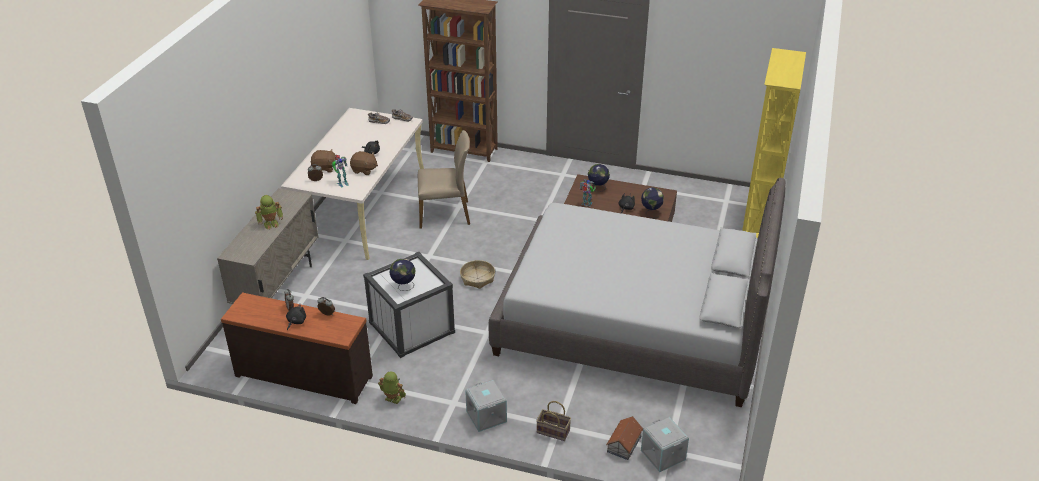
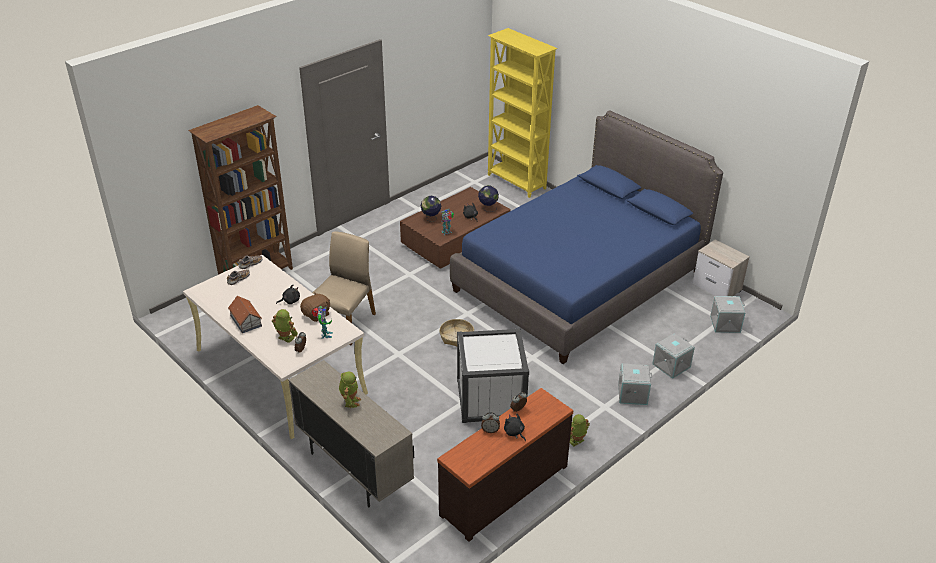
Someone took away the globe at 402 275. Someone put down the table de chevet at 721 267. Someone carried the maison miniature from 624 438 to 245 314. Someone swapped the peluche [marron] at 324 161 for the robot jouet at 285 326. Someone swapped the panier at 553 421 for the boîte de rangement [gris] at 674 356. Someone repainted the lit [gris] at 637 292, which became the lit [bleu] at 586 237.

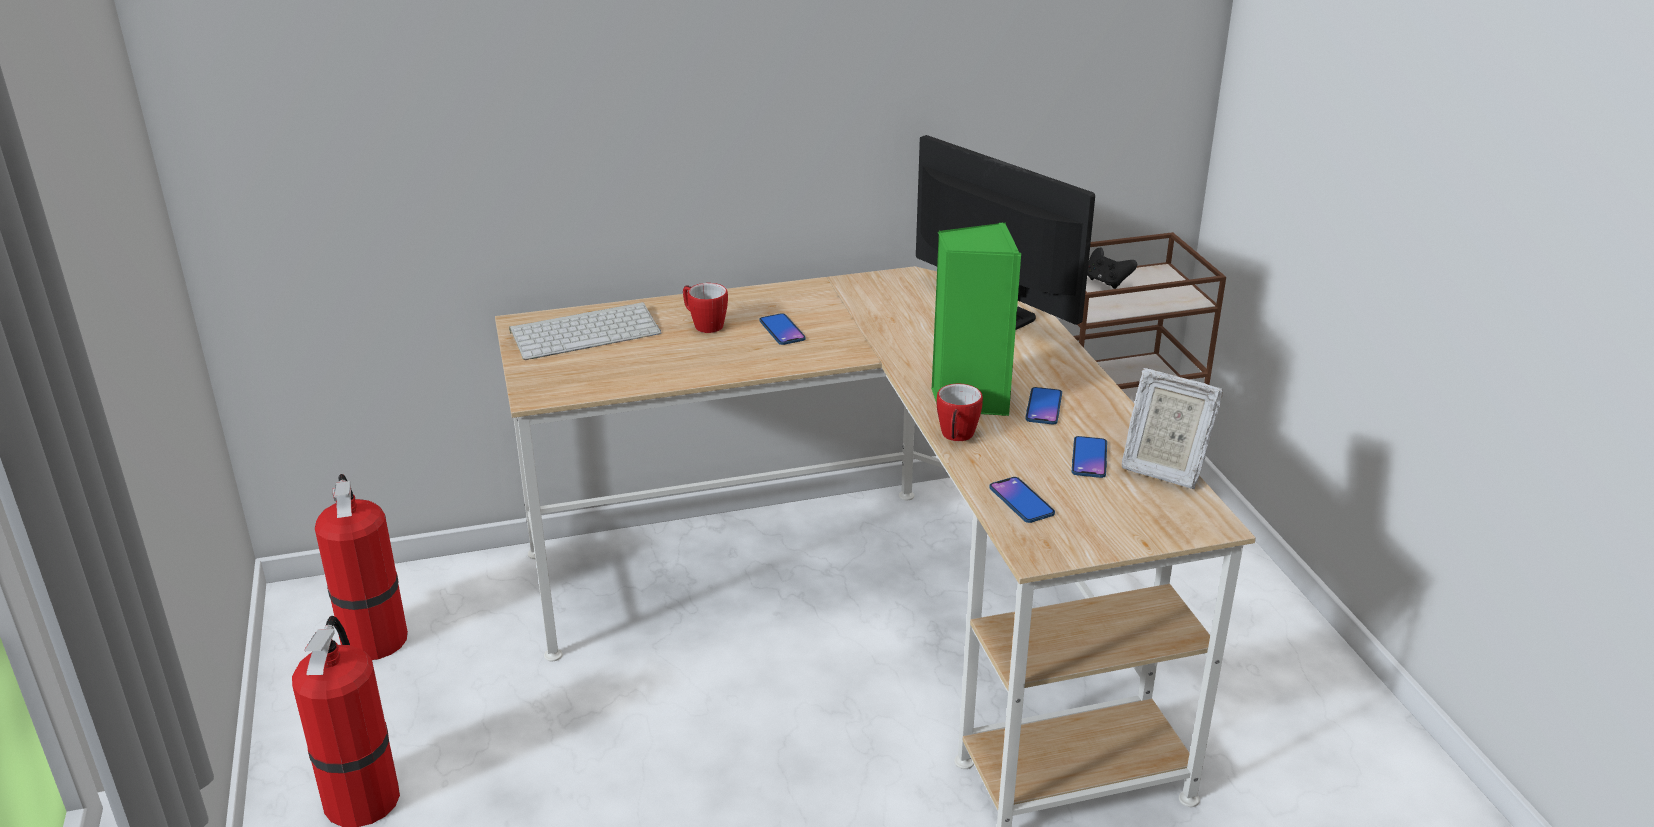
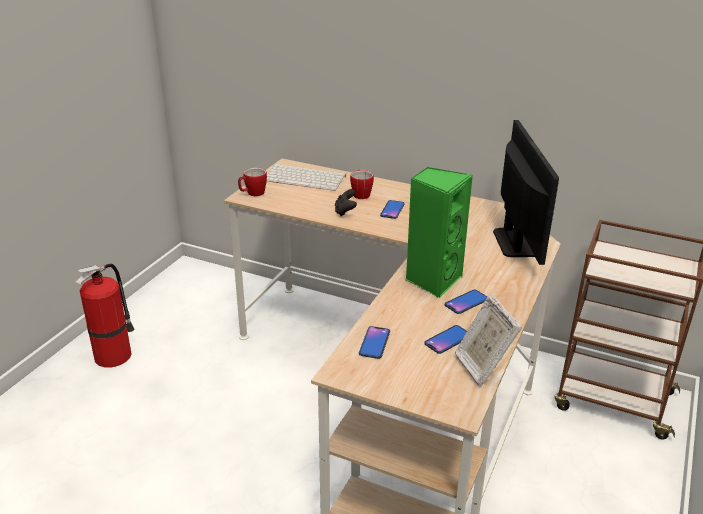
Someone took away the extincteur at 361 567. Someone carried the mug from 959 412 to 252 182. Someone carried the manette [noir] from 1112 268 to 346 202.

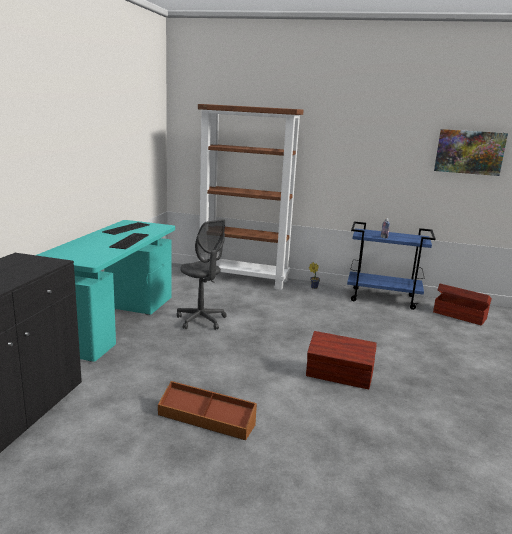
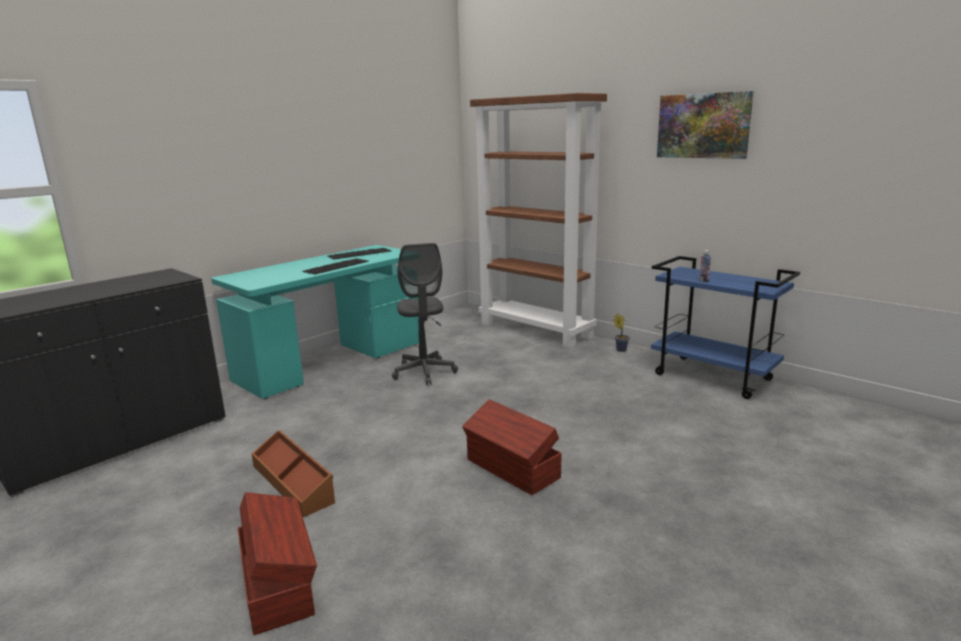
Someone carried the boîte de rangement [marron] from 462 305 to 277 563. Someone carried the tableau from 471 152 to 705 125.

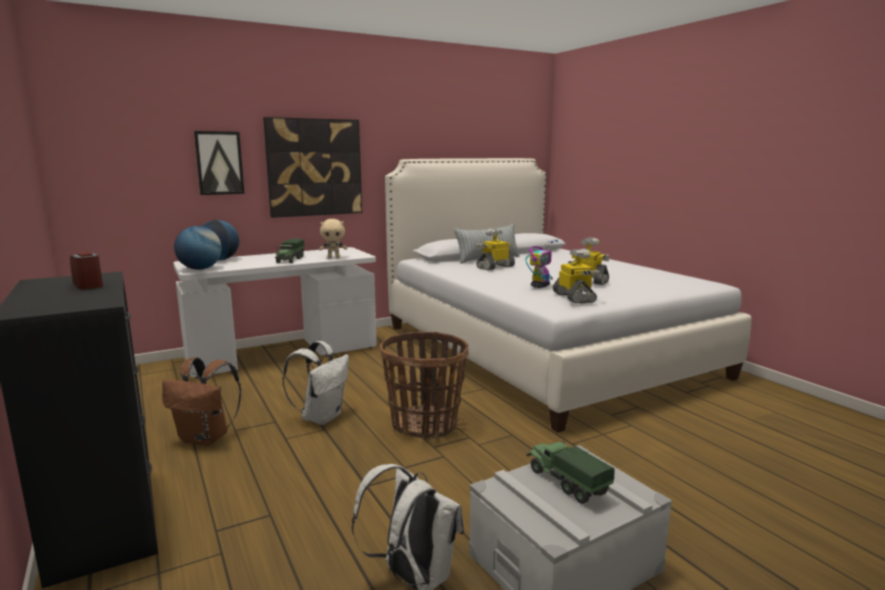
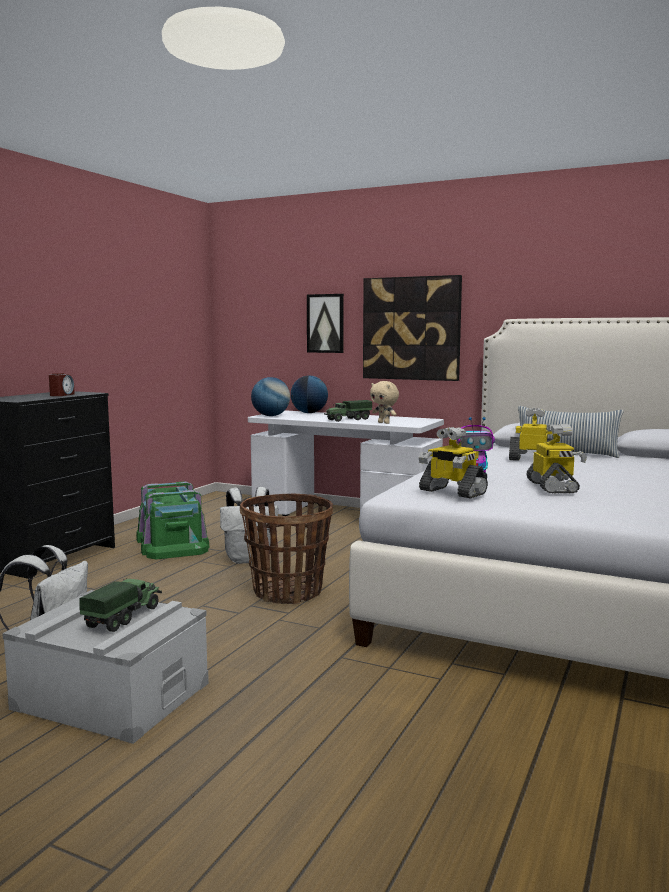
Someone swapped the sac à dos [marron] at 201 401 for the boîte de rangement [vert] at 172 520. Someone rotated the robot jouet at 577 276 by 90 degrees clockwise.

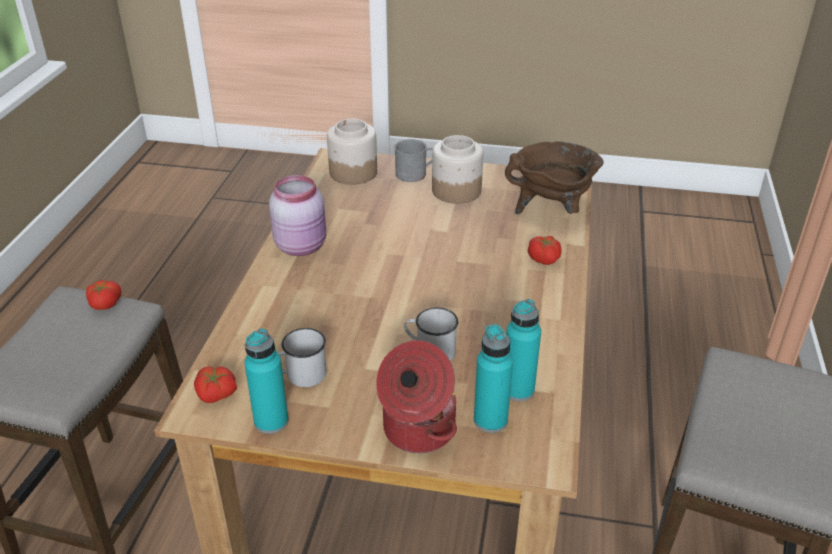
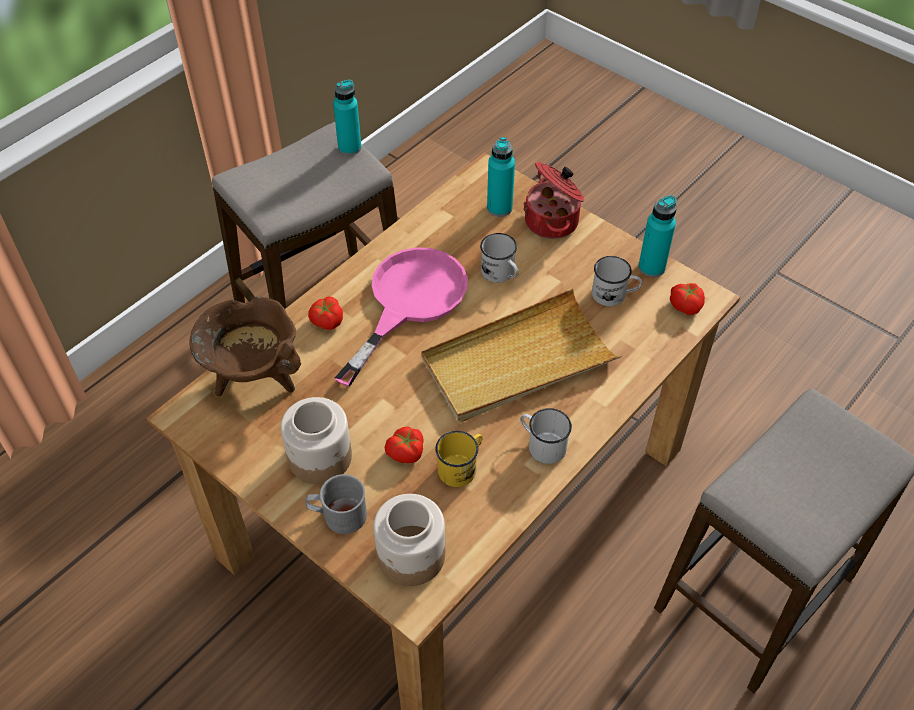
Someone put down the poêle [rose] at 401 317. Someone put down the plateau [beige] at 521 355. Someone put down the mug [jaune] at 459 459. Someone carried the tomate from 103 295 to 404 444. Someone carried the bouteille [turquoise] from 523 350 to 347 117. Someone swapped the bocal [rose] at 297 215 for the mug [blanc] at 546 436.

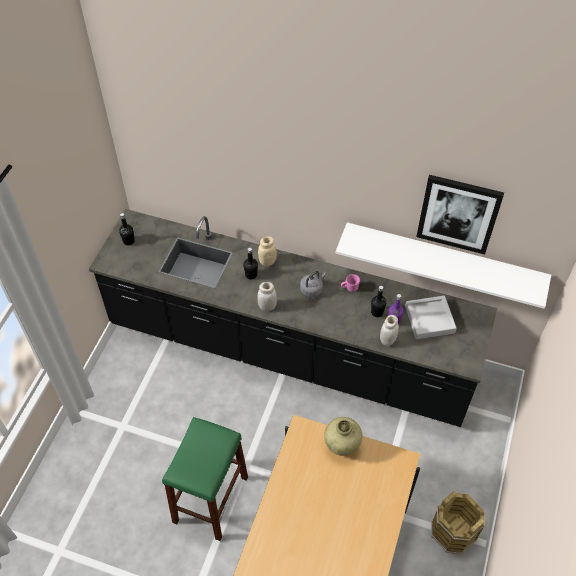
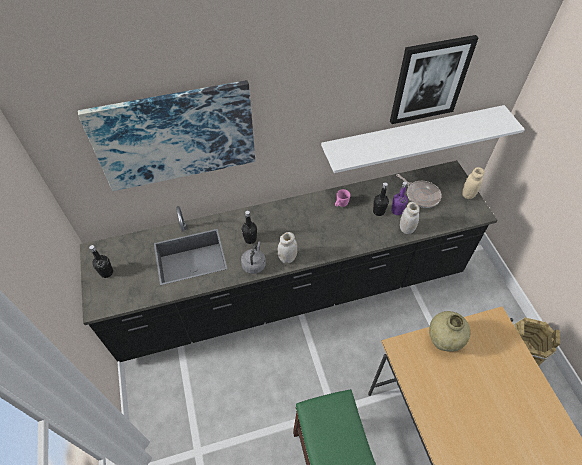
Someone put up the tableau at 166 135. Someone carried the bocal [beige] from 267 251 to 473 183. Someone carried the bouilloire [gris] from 313 284 to 253 257. Someone swapped the plateau [gris] at 430 317 for the poêle at 419 191.

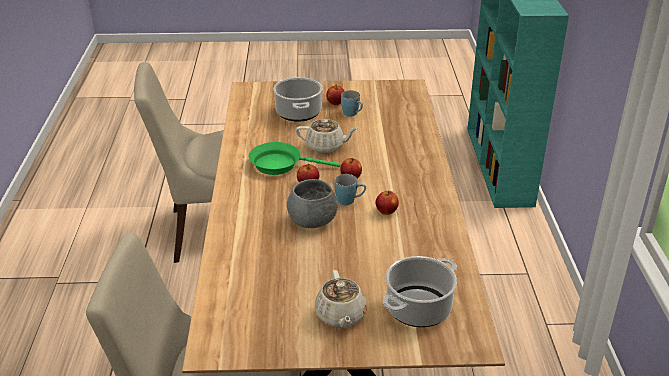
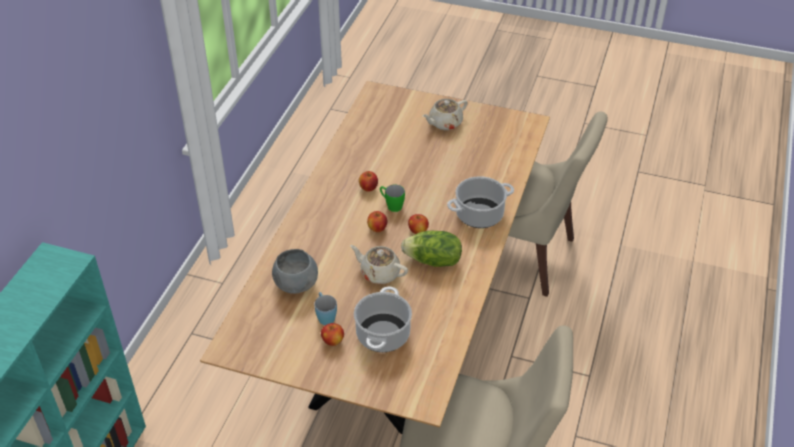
Someone carried the bol [gris] from 312 203 to 295 271. Someone carried the marmite from 420 291 to 480 202. Someone swapped the poêle [vert] at 294 158 for the laitue at 431 249. Someone repainted the mug [bleu] at 350 189, which became the mug [vert] at 392 198. Someone rotated the théière [beige] at 341 299 by 135 degrees counterclockwise.

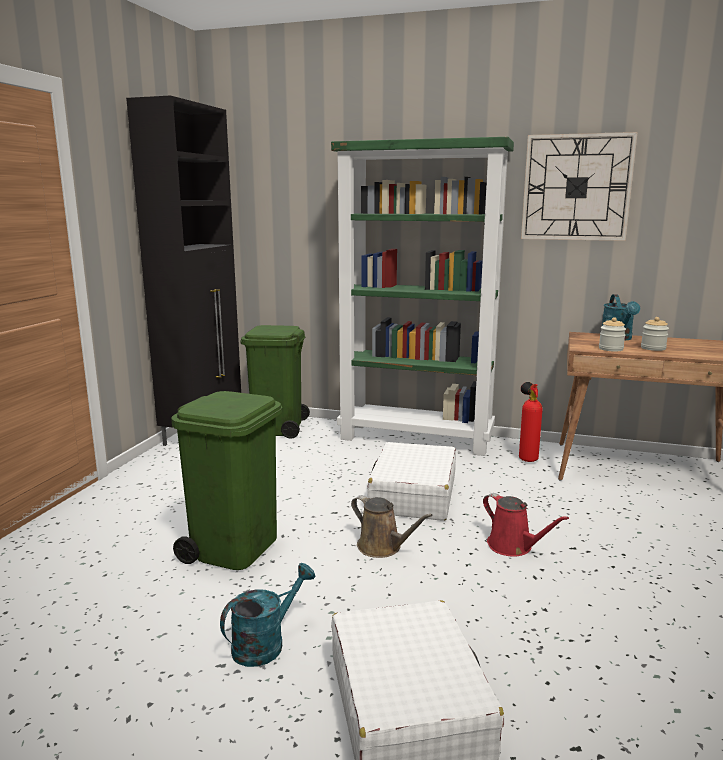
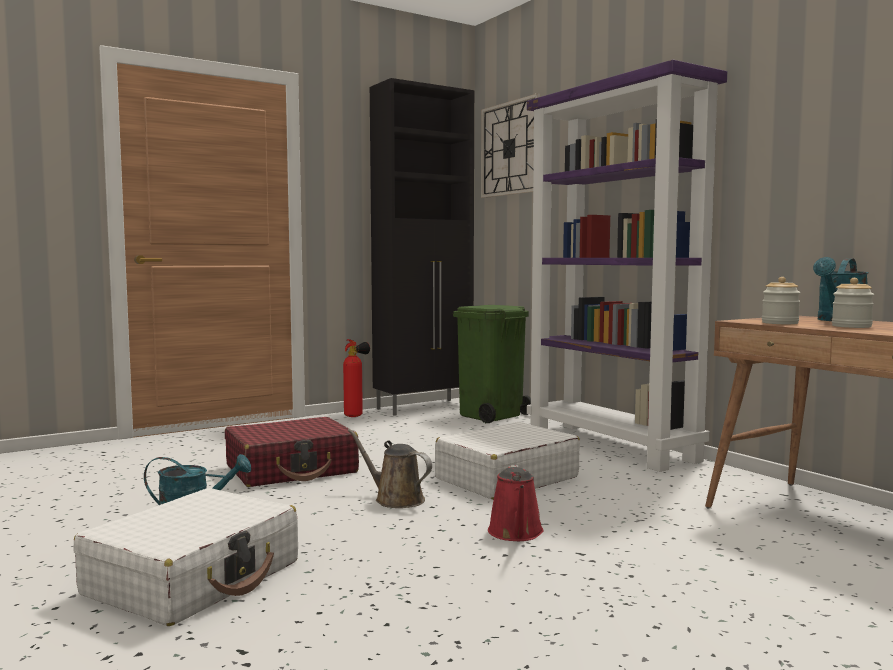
Someone carried the extincteur from 530 422 to 356 378. Someone carried the horloge murale from 579 186 to 511 145. Someone swapped the poubelle [vert] at 226 480 for the valise [rouge] at 292 452. Someone repainted the bibliothèque [vert] at 422 296, which became the bibliothèque [violet] at 627 266. Someone rotated the arrosoir [marron] at 392 526 by 135 degrees clockwise.

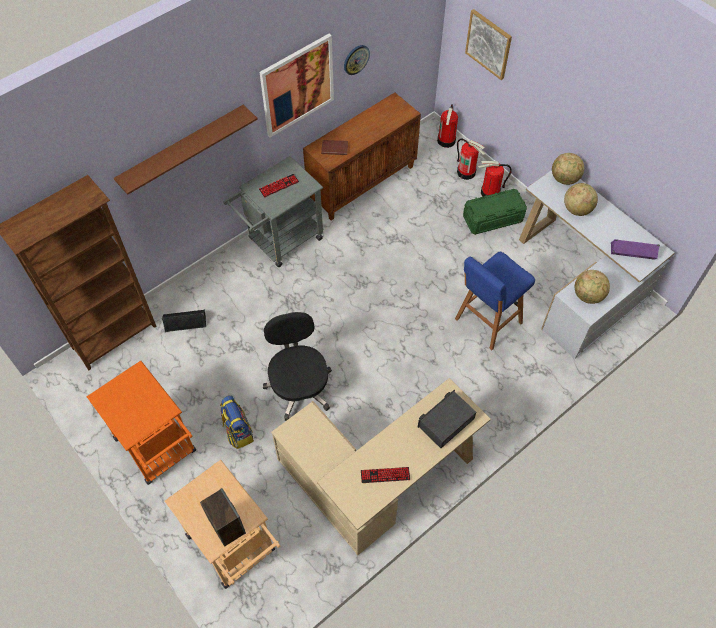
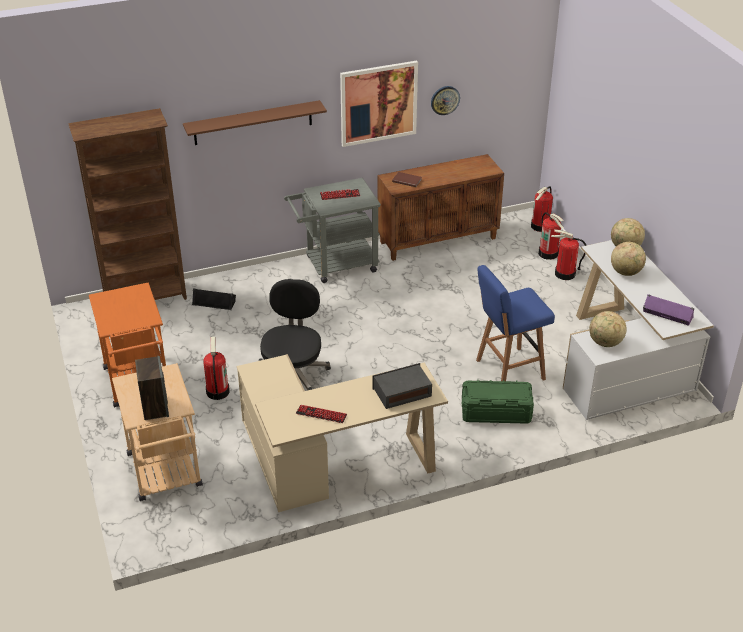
Someone took away the tableau at 488 44. Someone carried the boîte de rangement [vert] from 495 212 to 498 402. Someone swapped the sac à dos at 237 422 for the extincteur at 217 368.

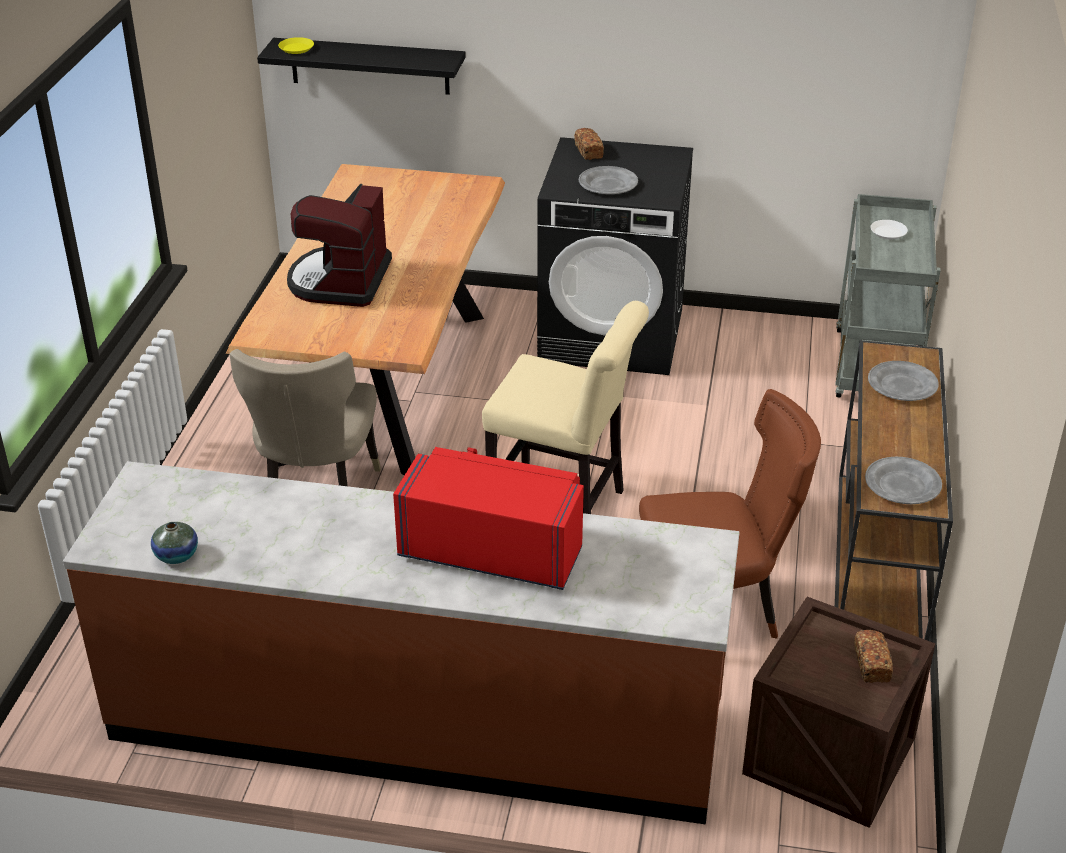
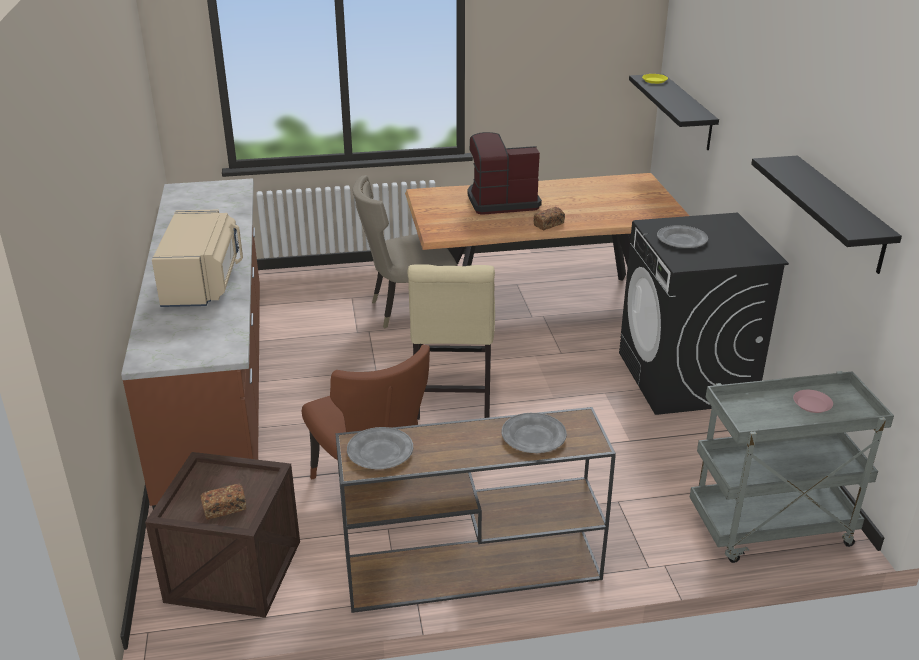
Someone took away the vase at 174 543. Someone put up the étagère [noir] at 826 215. Someone carried the pain from 589 144 to 549 218. Someone repainted the micro-ondes [rouge] at 488 518, which became the micro-ondes [beige] at 197 258. Someone repainted the assiette [blanc] at 889 230, which became the assiette [rose] at 813 401.

